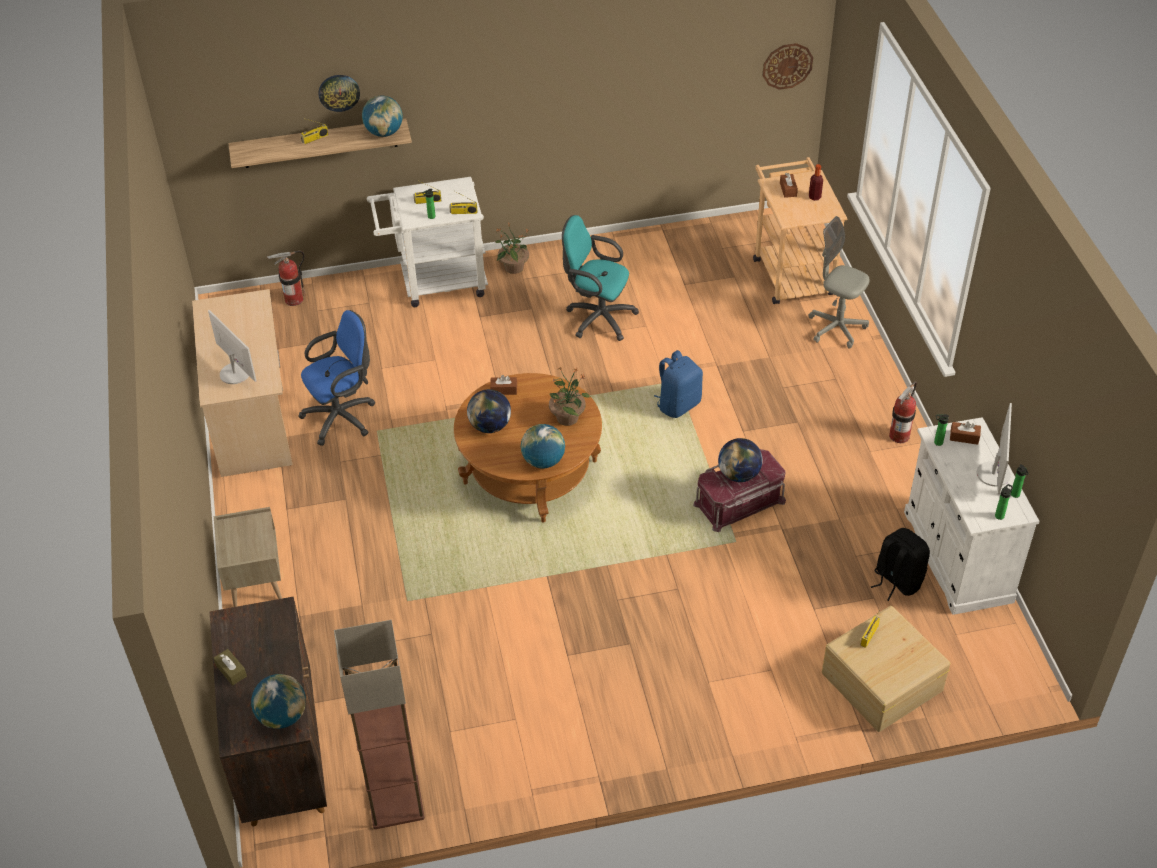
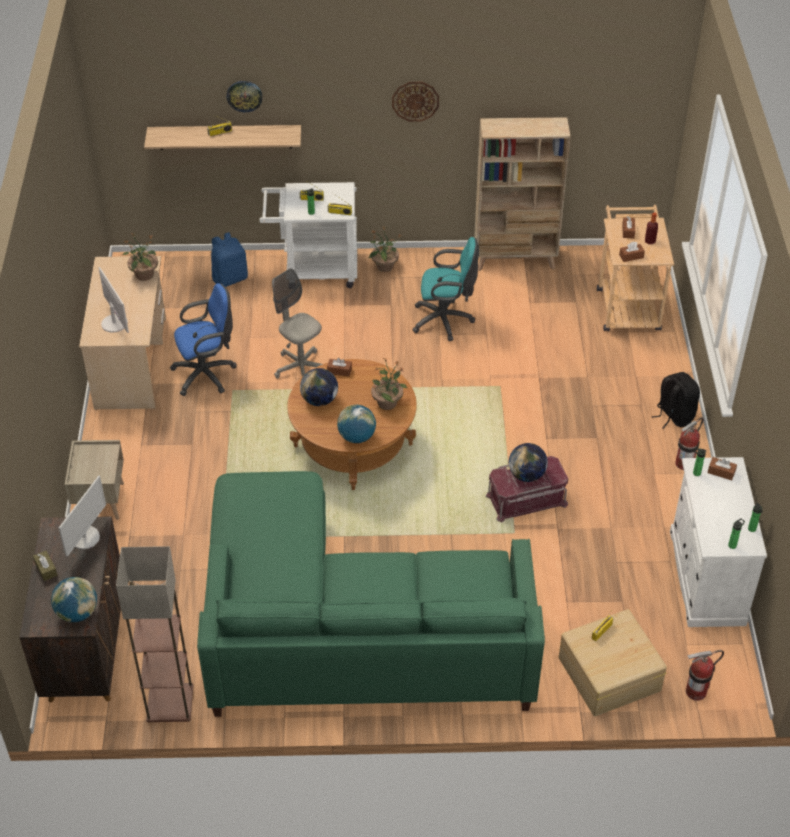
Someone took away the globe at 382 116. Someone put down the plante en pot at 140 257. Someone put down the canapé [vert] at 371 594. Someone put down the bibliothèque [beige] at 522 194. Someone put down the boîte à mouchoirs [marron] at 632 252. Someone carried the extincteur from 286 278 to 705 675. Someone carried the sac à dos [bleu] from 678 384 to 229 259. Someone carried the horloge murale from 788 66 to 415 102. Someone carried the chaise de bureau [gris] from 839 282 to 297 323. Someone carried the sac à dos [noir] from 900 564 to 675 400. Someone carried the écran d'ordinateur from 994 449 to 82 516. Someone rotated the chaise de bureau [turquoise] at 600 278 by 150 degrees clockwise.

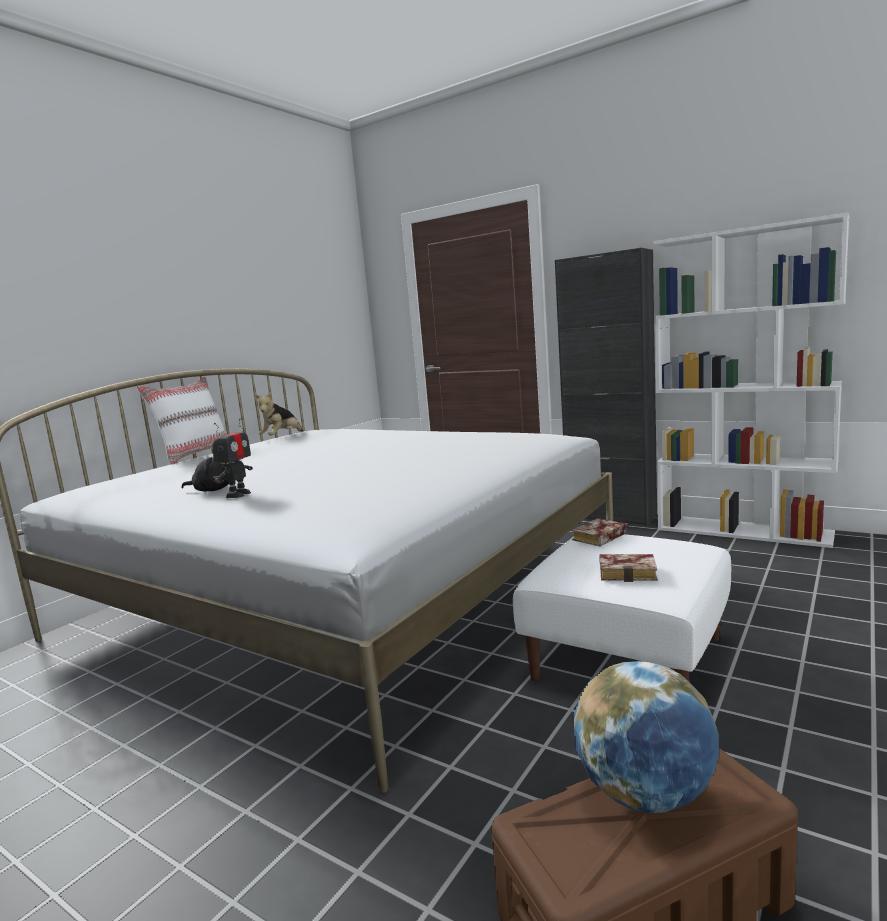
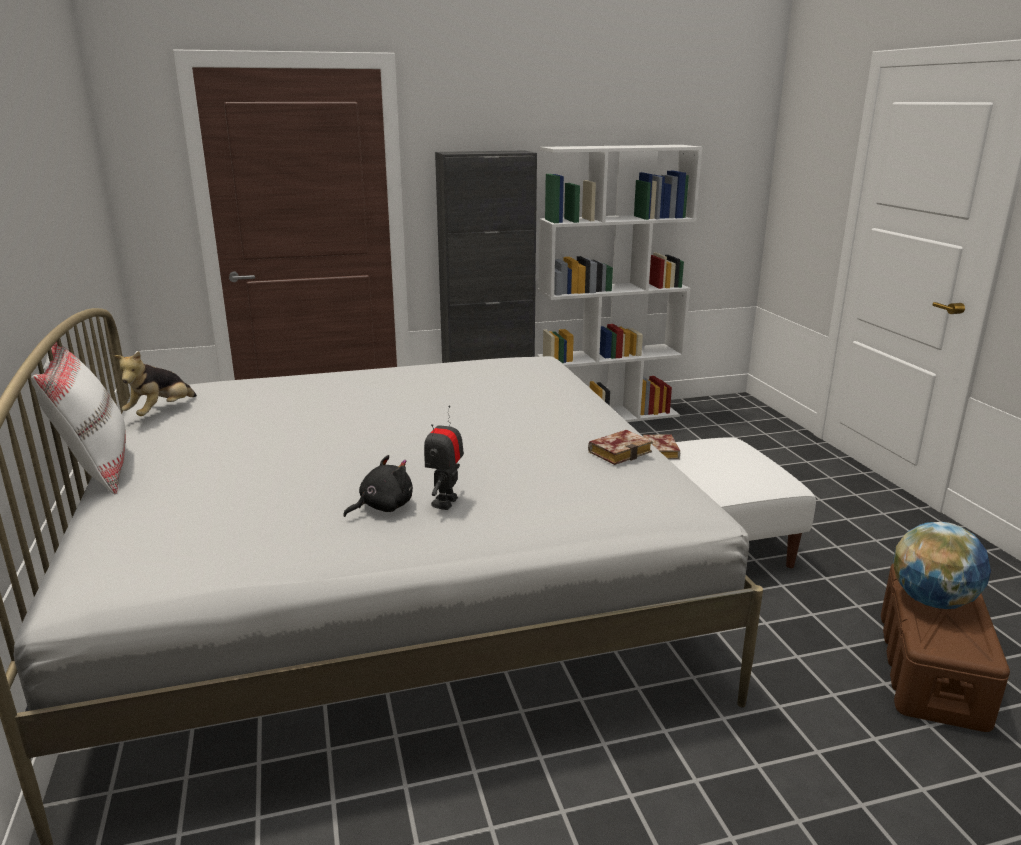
Someone carried the livre from 628 568 to 620 447. Someone rotated the robot jouet at 233 458 by 135 degrees counterclockwise. Someone rotated the peluche at 279 414 by 45 degrees clockwise.

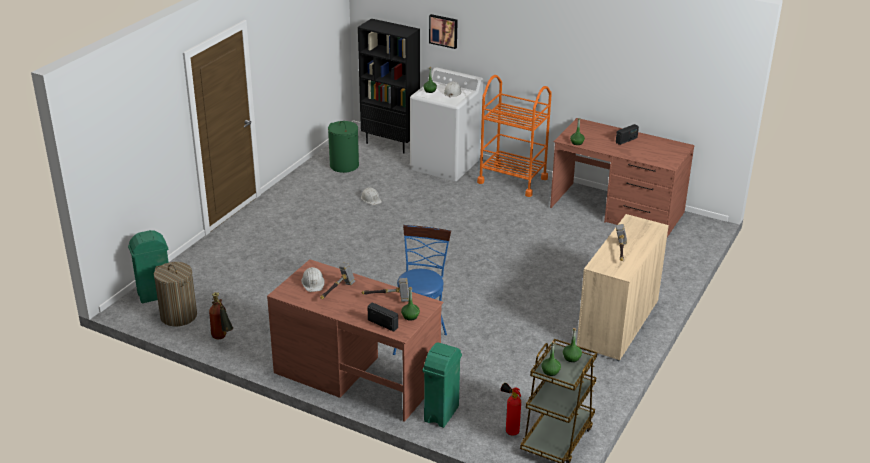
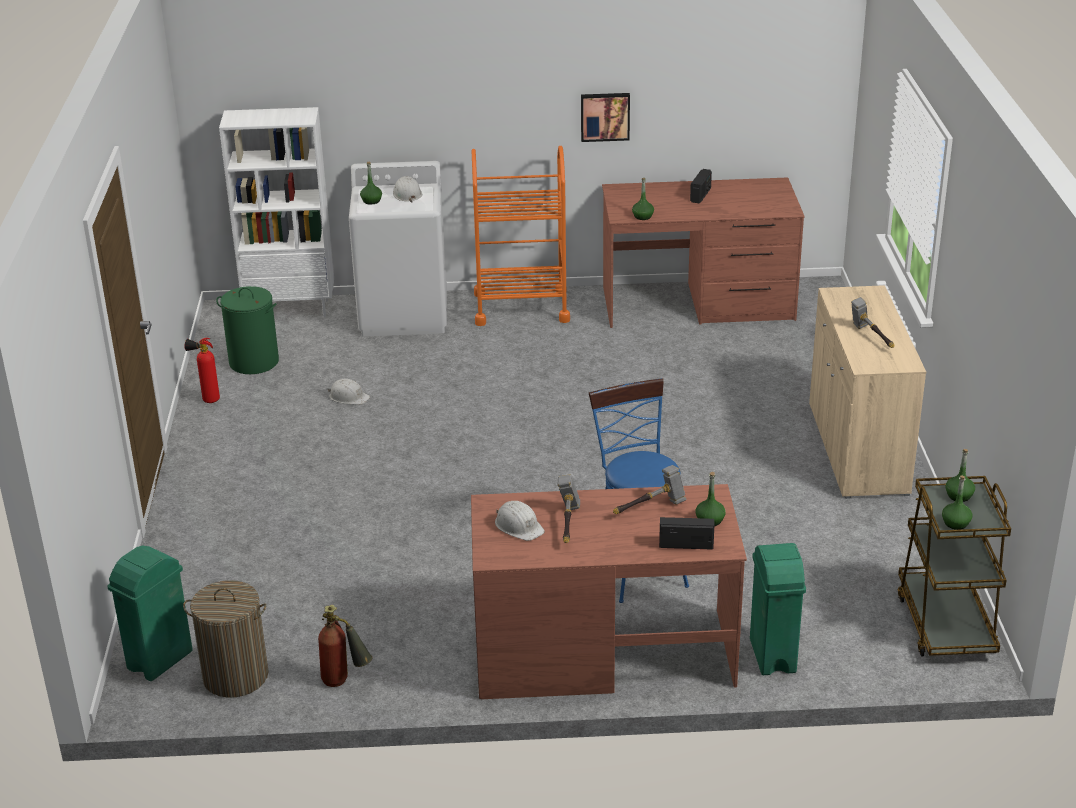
Someone carried the tableau from 443 31 to 605 117. Someone carried the extincteur from 511 409 to 202 370. Someone repainted the bibliothèque [noir] at 389 85, which became the bibliothèque [blanc] at 276 212.

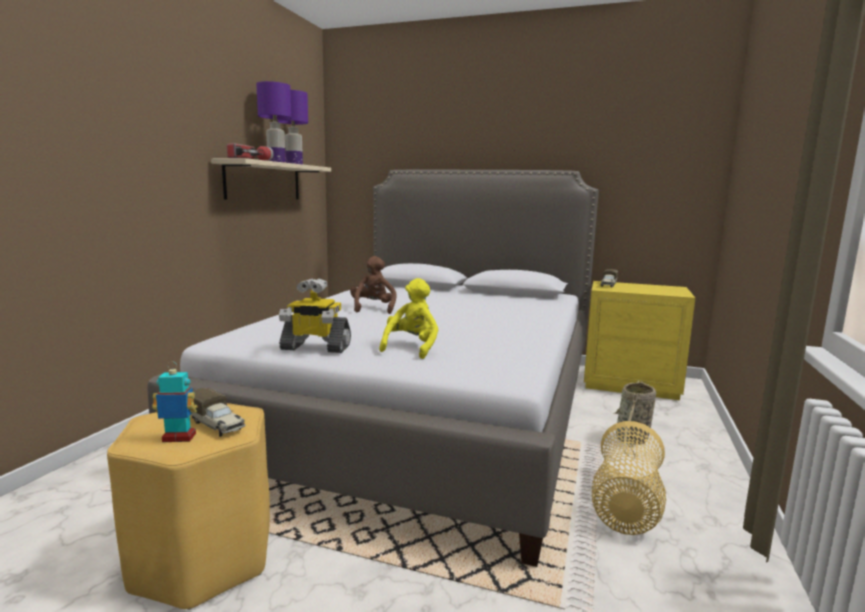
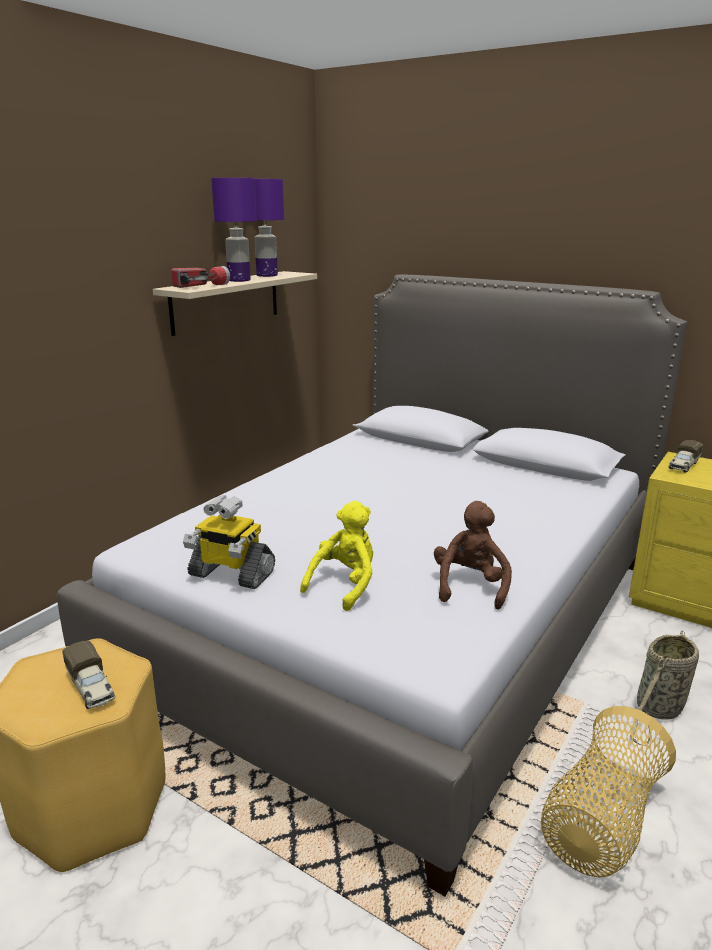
Someone took away the robot jouet at 175 401. Someone carried the peluche [marron] from 373 285 to 473 555.

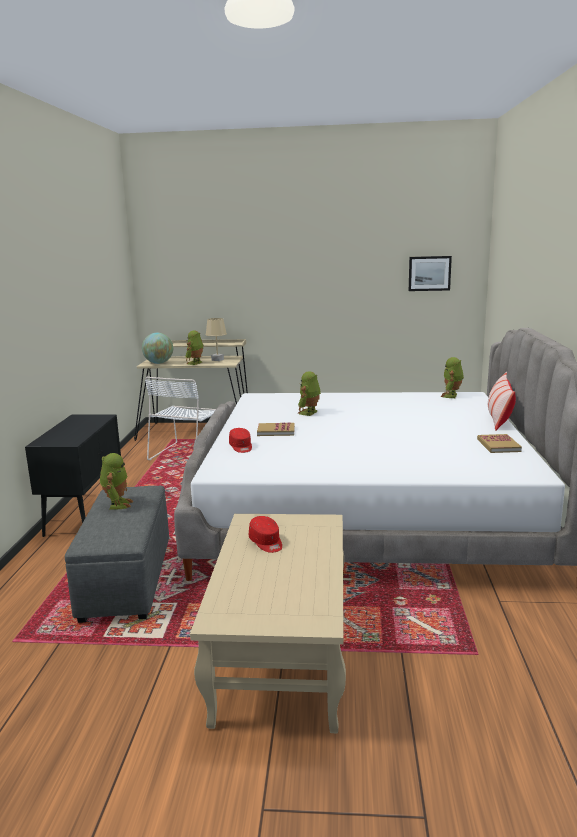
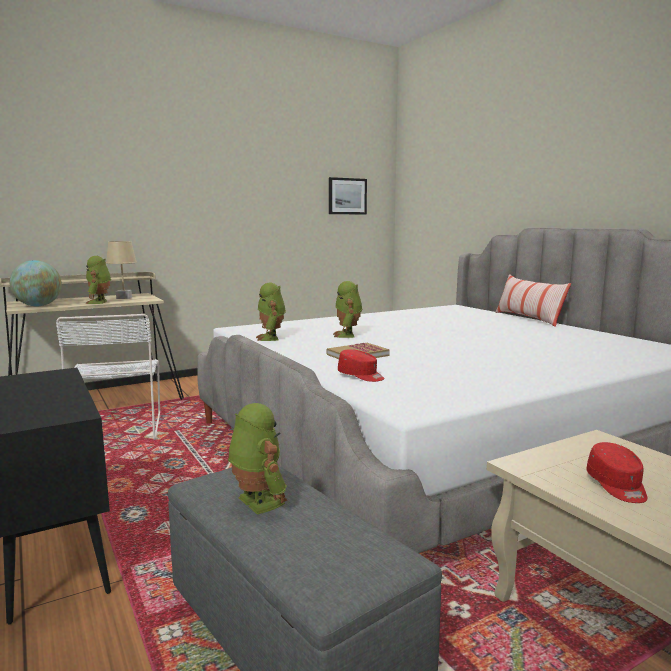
Someone took away the livre at 499 443. Someone carried the robot jouet from 452 377 to 271 312. Someone rotated the casquette [rouge] at 265 534 by 60 degrees clockwise.

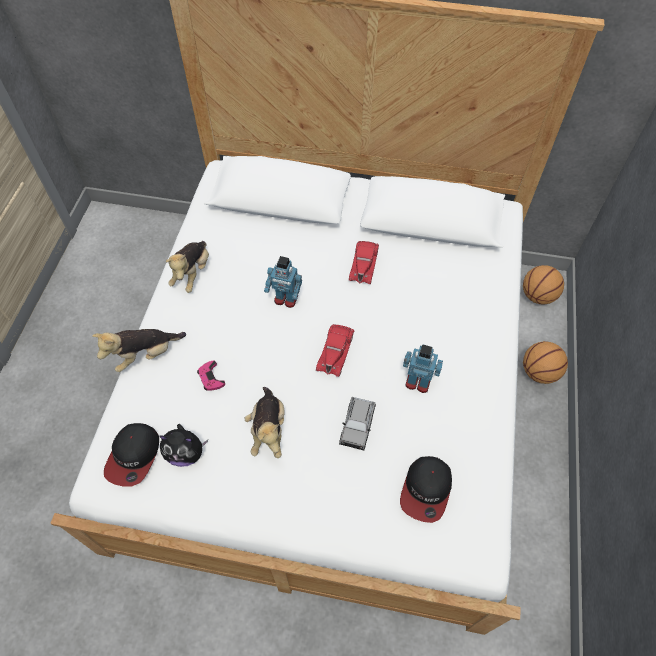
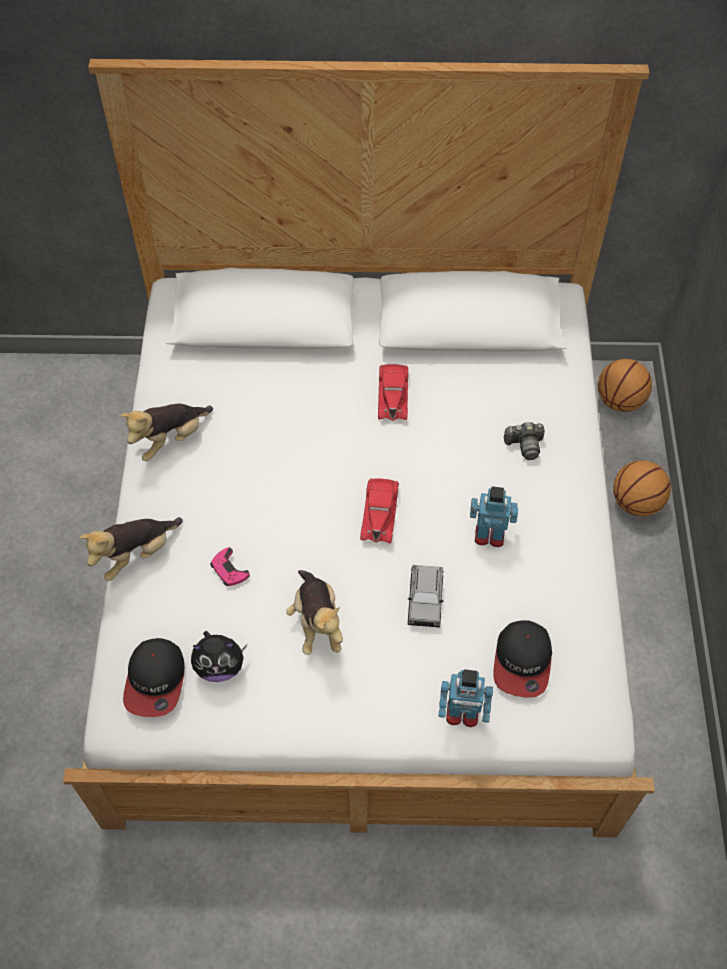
Someone put down the appareil photo at 524 441. Someone carried the robot jouet from 283 282 to 466 698. Someone rotated the peluche at 187 267 by 45 degrees clockwise.

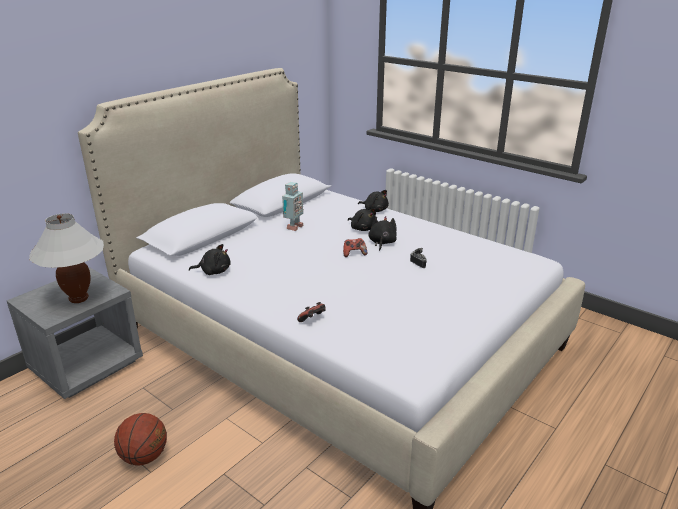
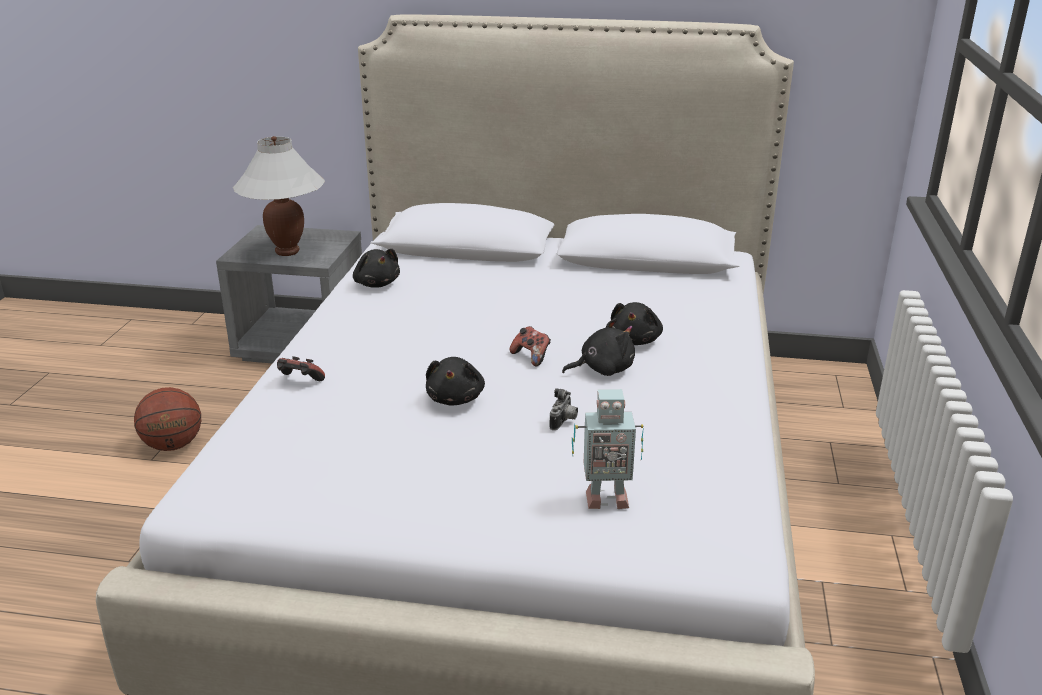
Someone carried the robot jouet from 293 206 to 608 449. Someone carried the peluche [noir] from 373 201 to 455 381.

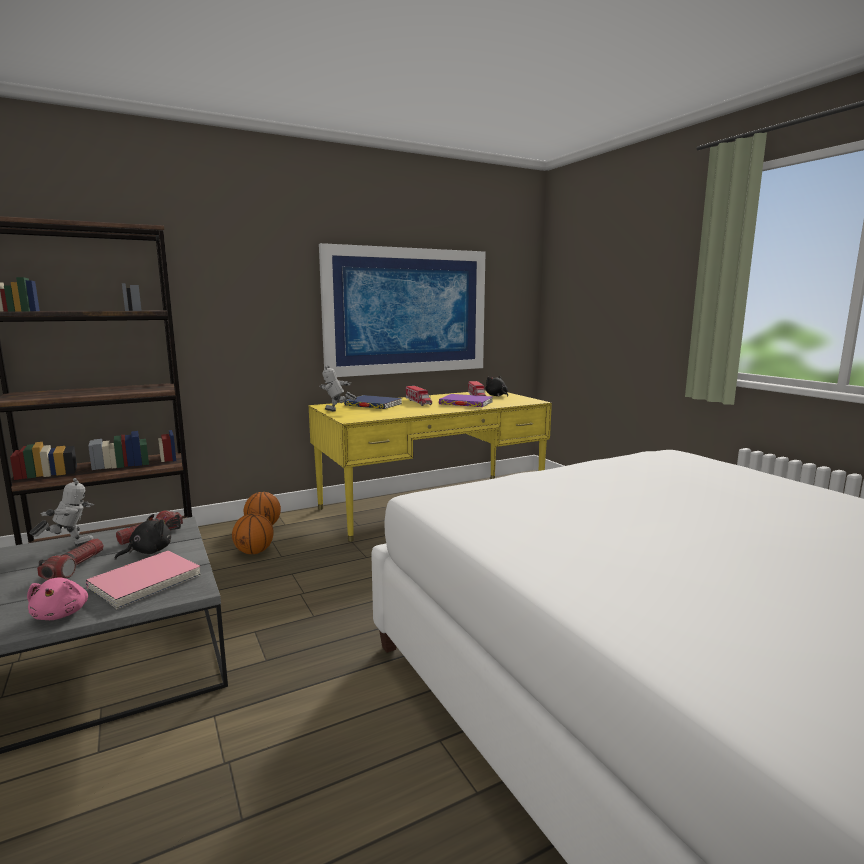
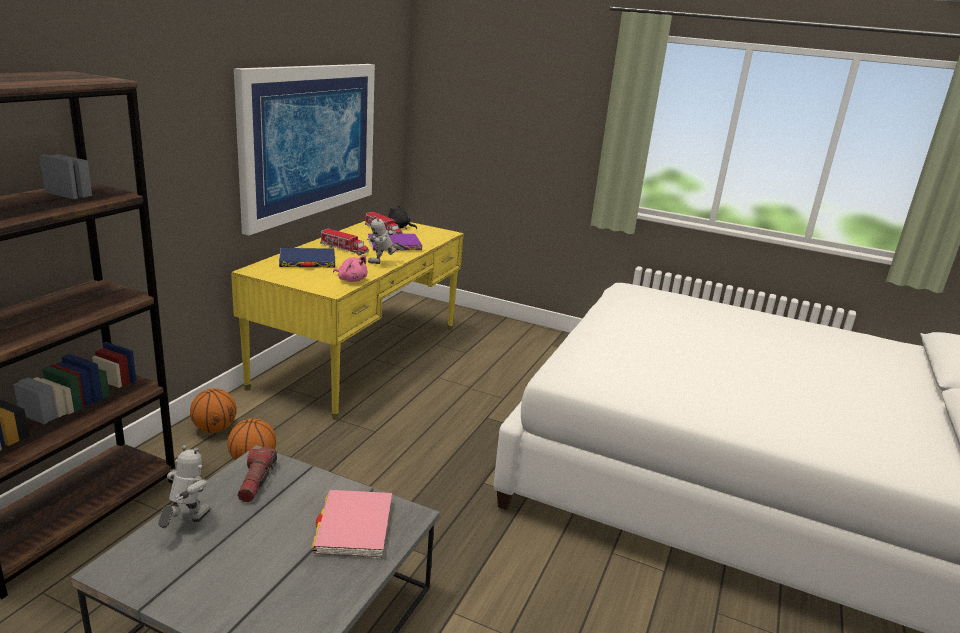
Someone took away the lampe de poche at 70 559. Someone took away the peluche [noir] at 143 537. Someone carried the peluche [rose] from 57 599 to 350 269. Someone carried the robot jouet from 338 388 to 386 240.

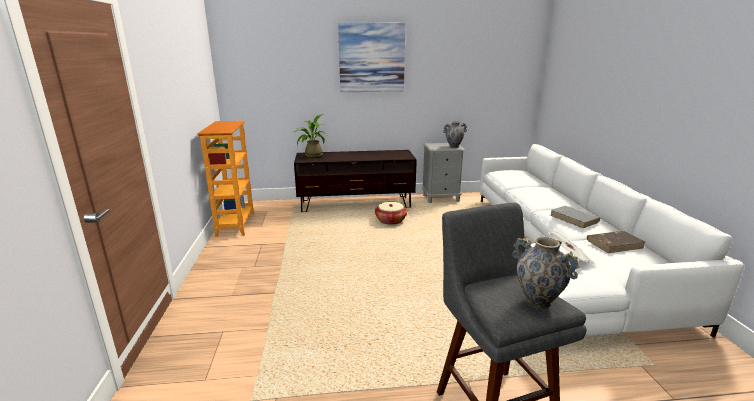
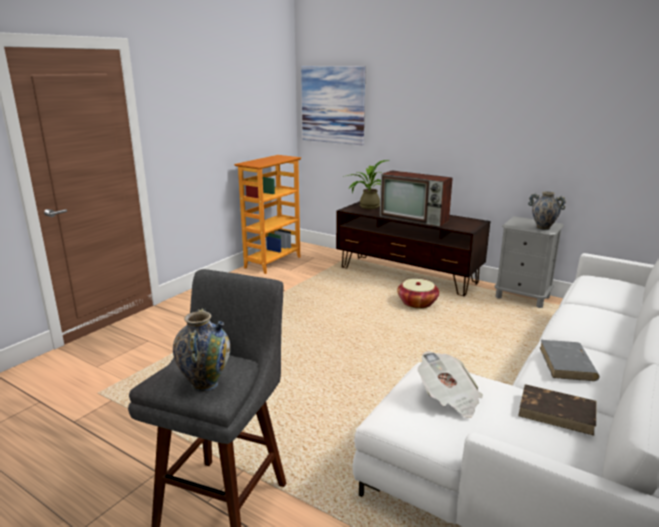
Someone put down the téléviseur at 416 198. Someone carried the tableau from 372 57 to 333 105.

